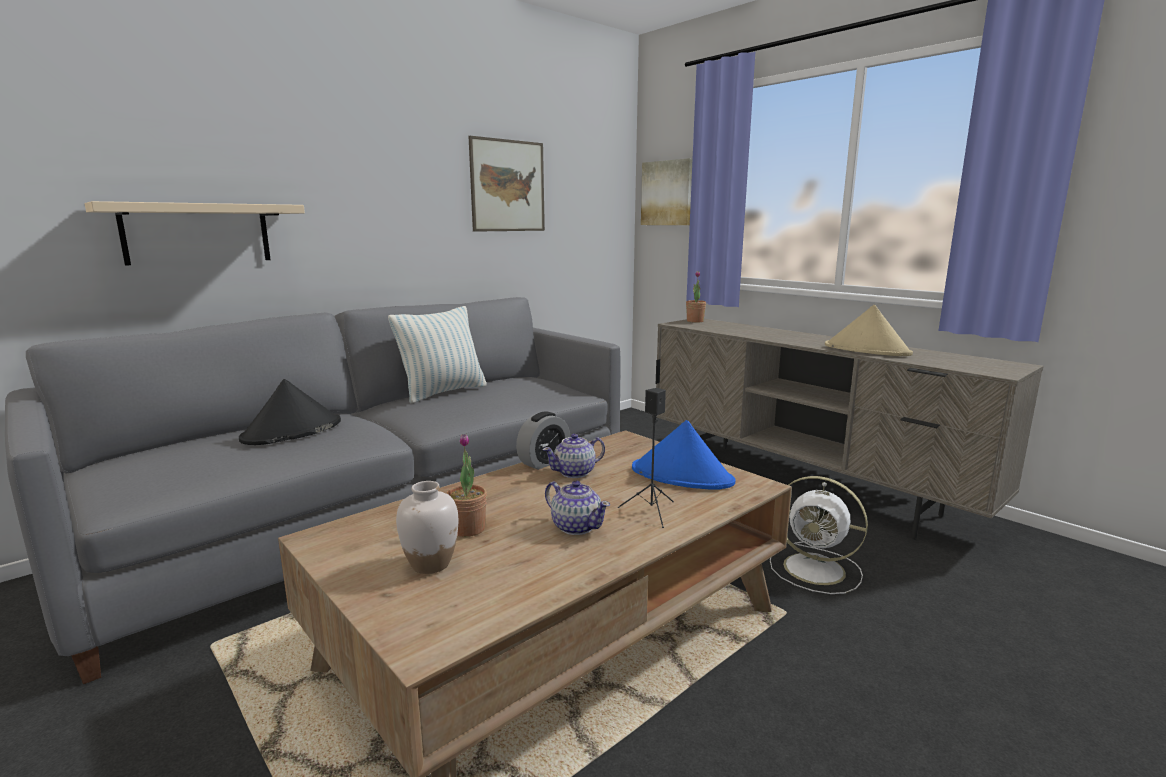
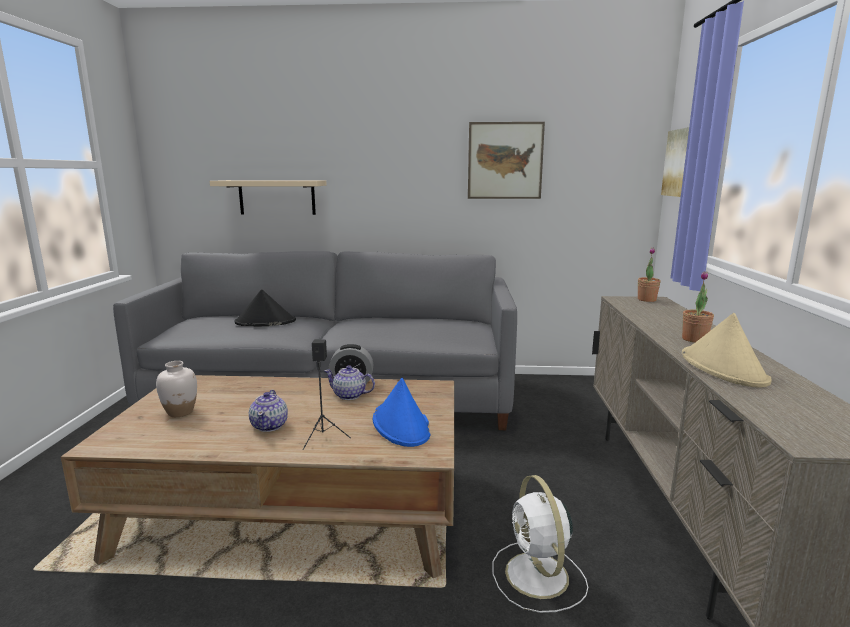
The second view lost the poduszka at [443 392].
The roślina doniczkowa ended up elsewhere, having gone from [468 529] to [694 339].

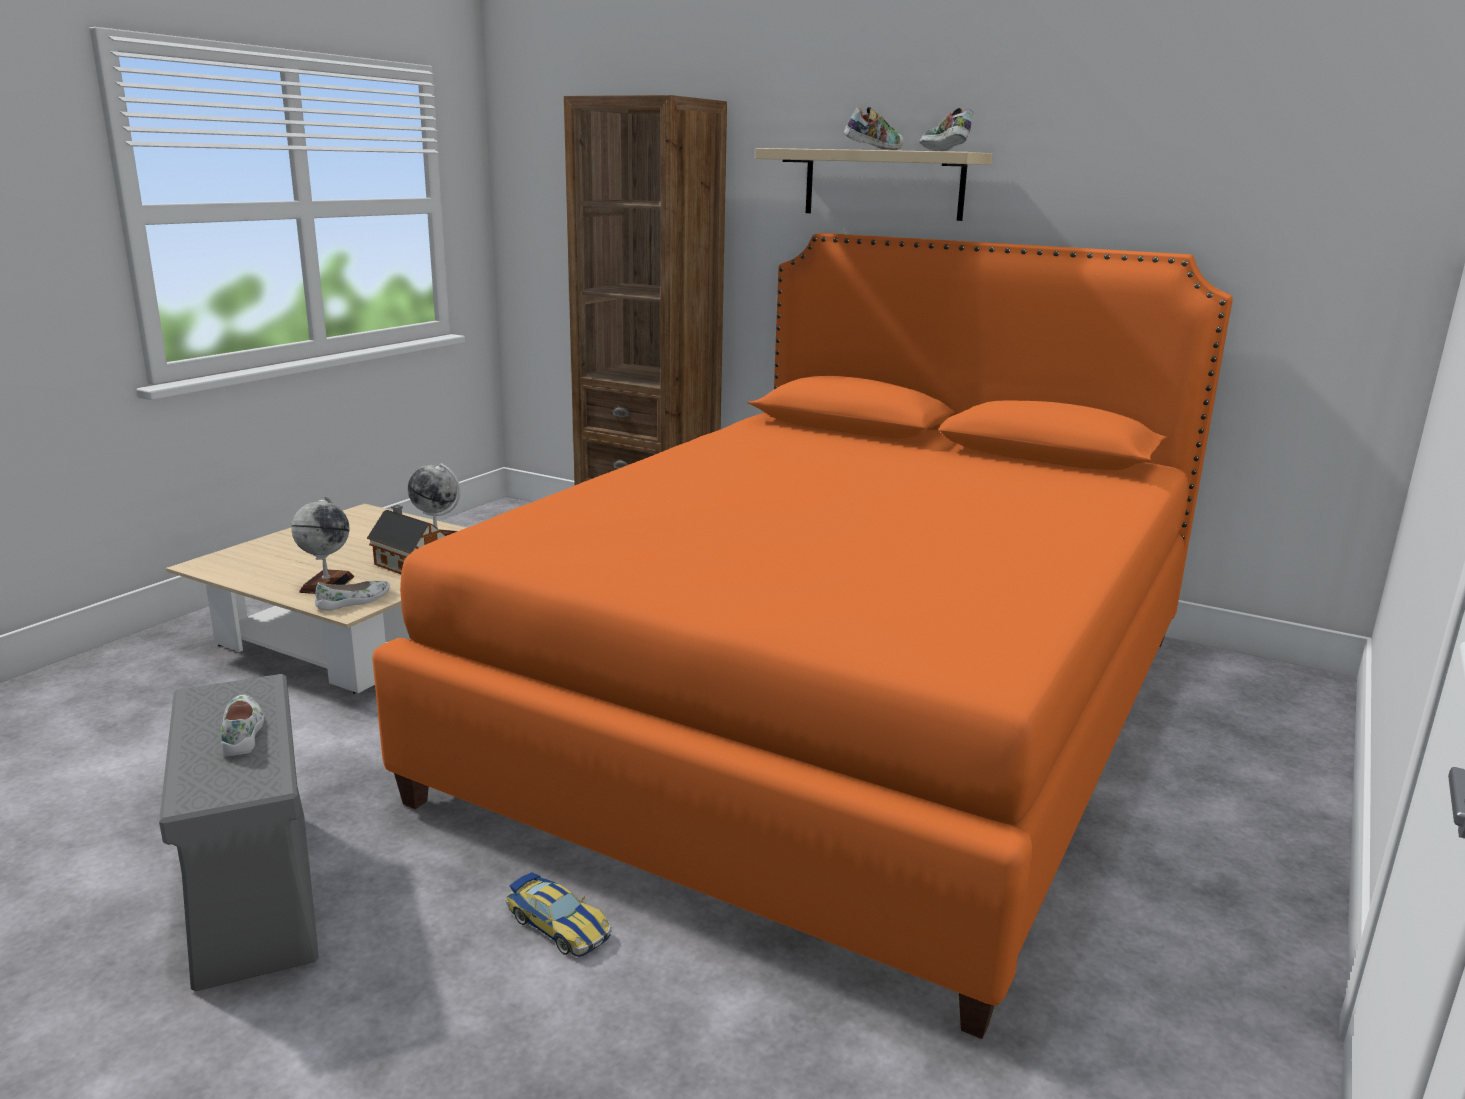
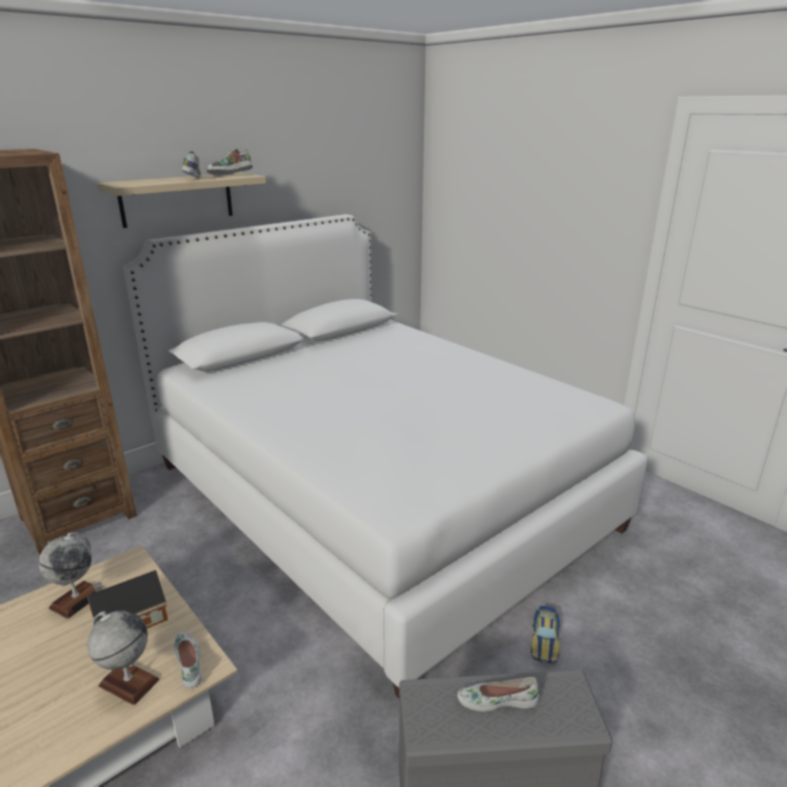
What was the łóżko (pomarańczowy) at [843 710] turned into the łóżko (biały) at [376 496].
The samochodzik at [558 925] ended up facing another way, 135 degrees clockwise from before.

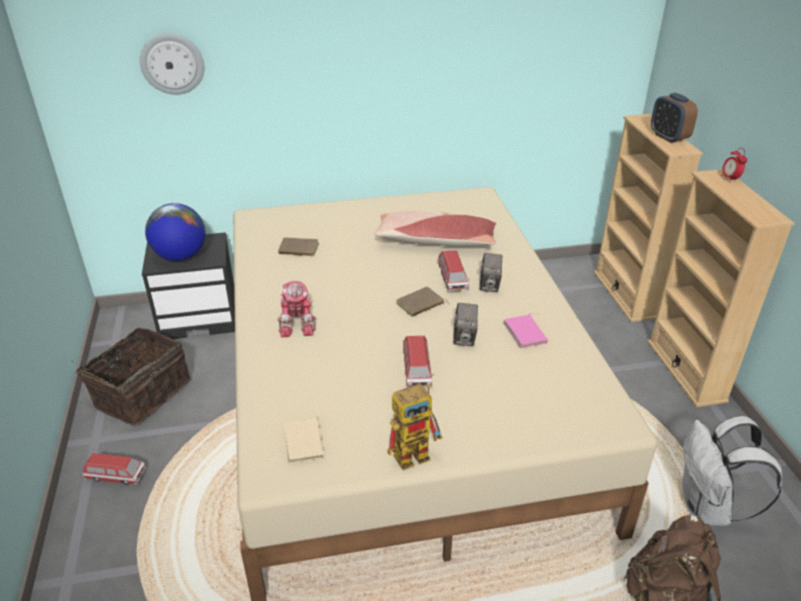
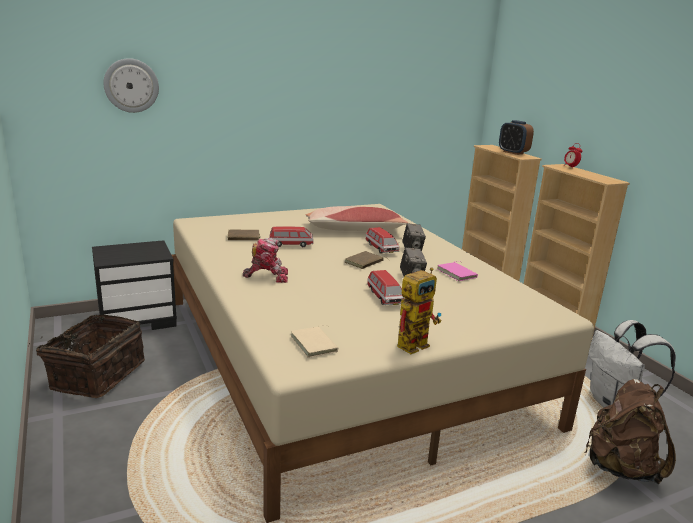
The second view lost the globus at [180 256].
The samochodzik ended up elsewhere, having gone from [116 476] to [291 244].
The robot zabawkowy at [299 322] ended up facing another way, 75 degrees counterclockwise from before.

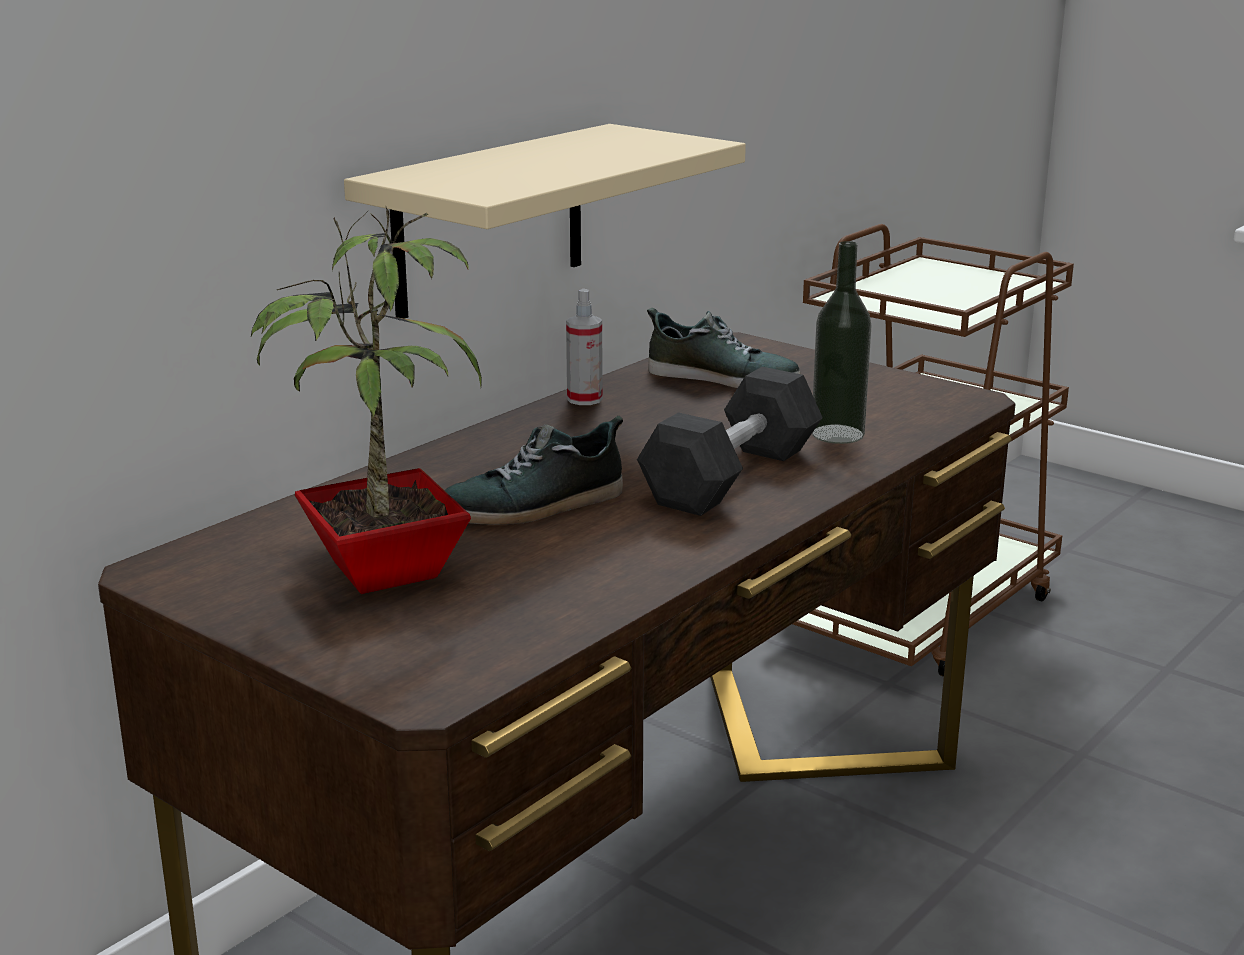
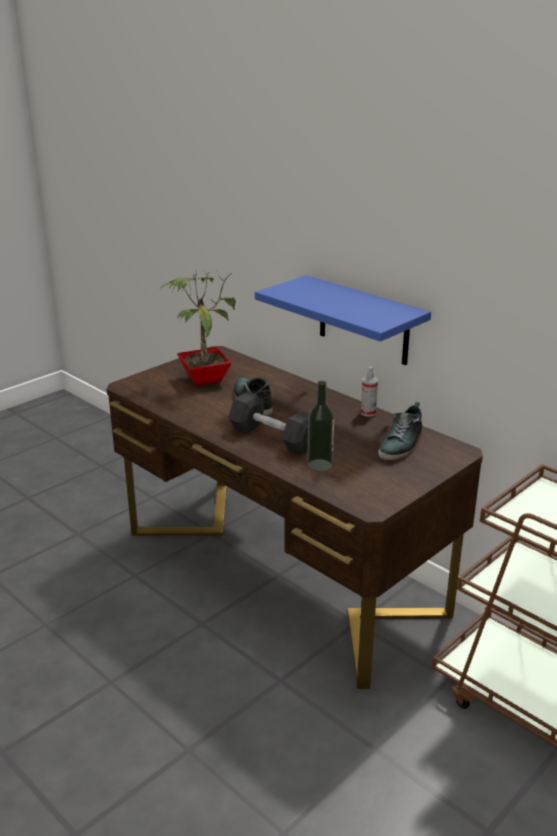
What was the półka (beżowy) at [489 220] turned into the półka (niebieski) at [363 321].

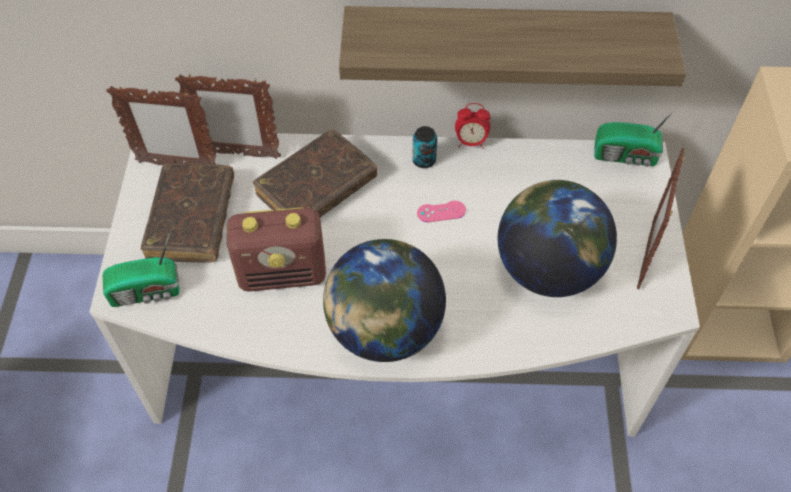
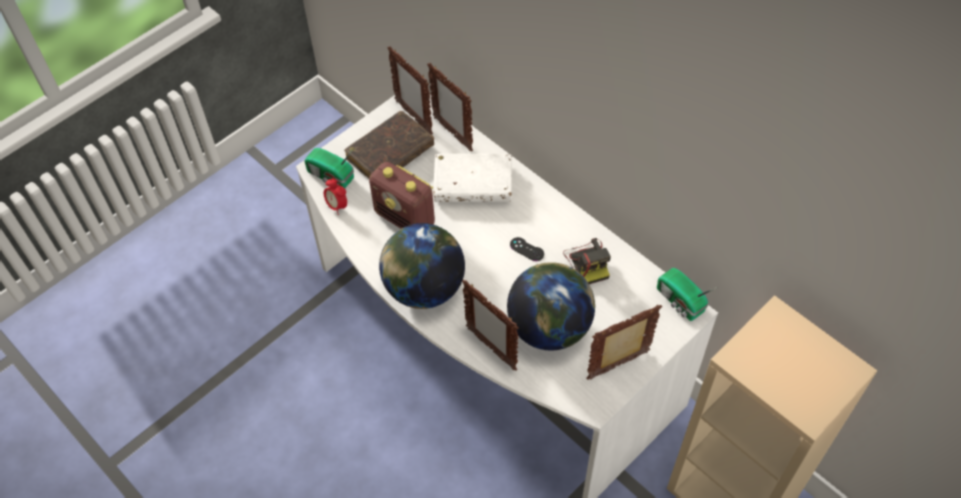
The second view lost the półka at [503 43].
The second view lost the puszka at [424 160].
The second view gained the ramka na zdjęcie at [491 348].
The second view gained the aparat fotograficzny at [587 262].
The budzik ended up elsewhere, having gone from [471 142] to [337 206].
What was the książka (brązowy) at [316 188] turned into the książka (biały) at [473 184].
What was the pad do gier (różowy) at [441 211] turned into the pad do gier (czarny) at [527 249].

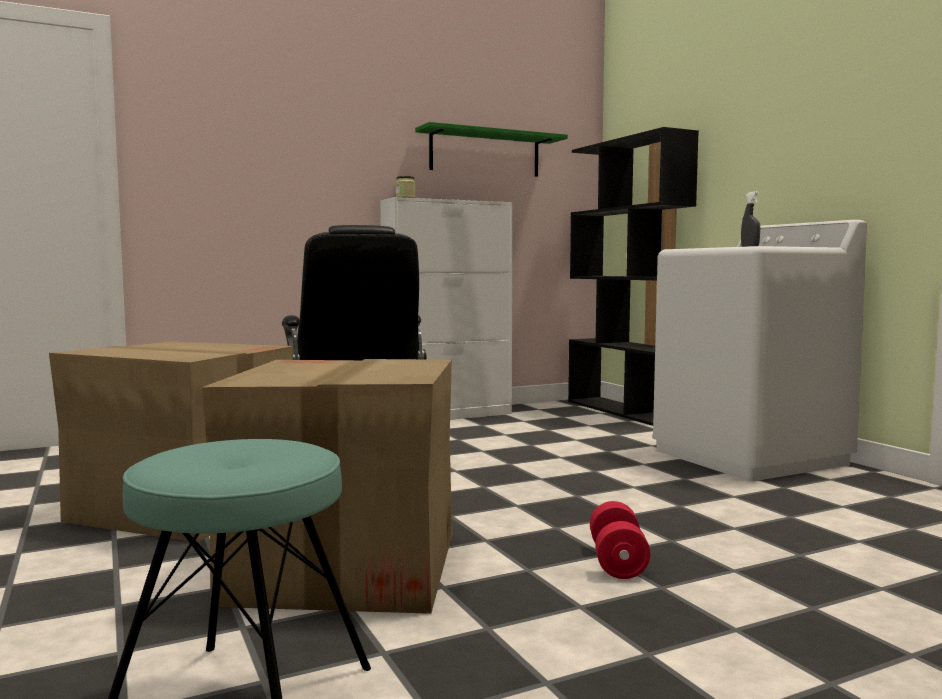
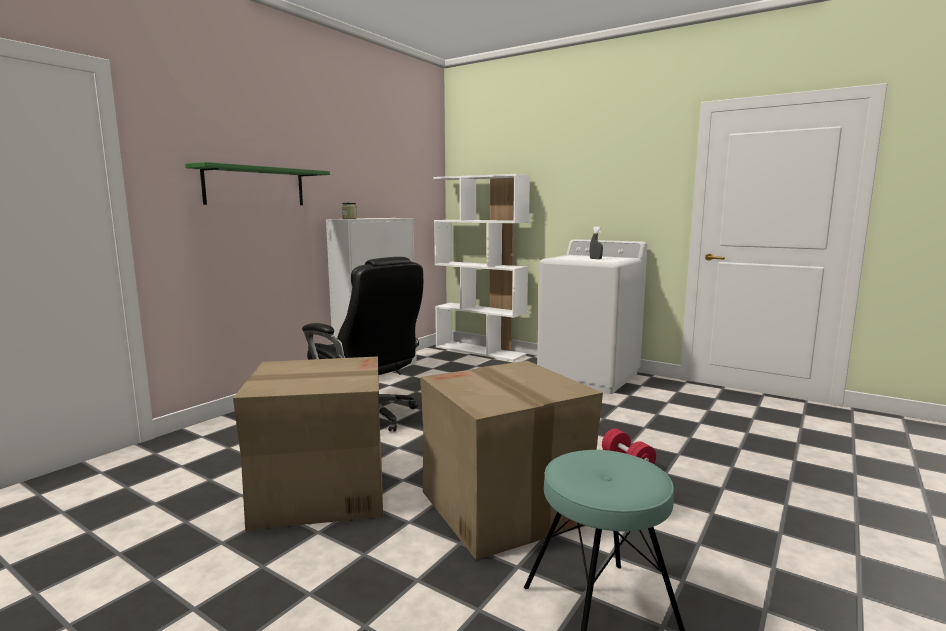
The półka (zielony) ended up elsewhere, having gone from [485 153] to [255 186].
What was the regał (czarny) at [625 411] turned into the regał (biały) at [480 351].

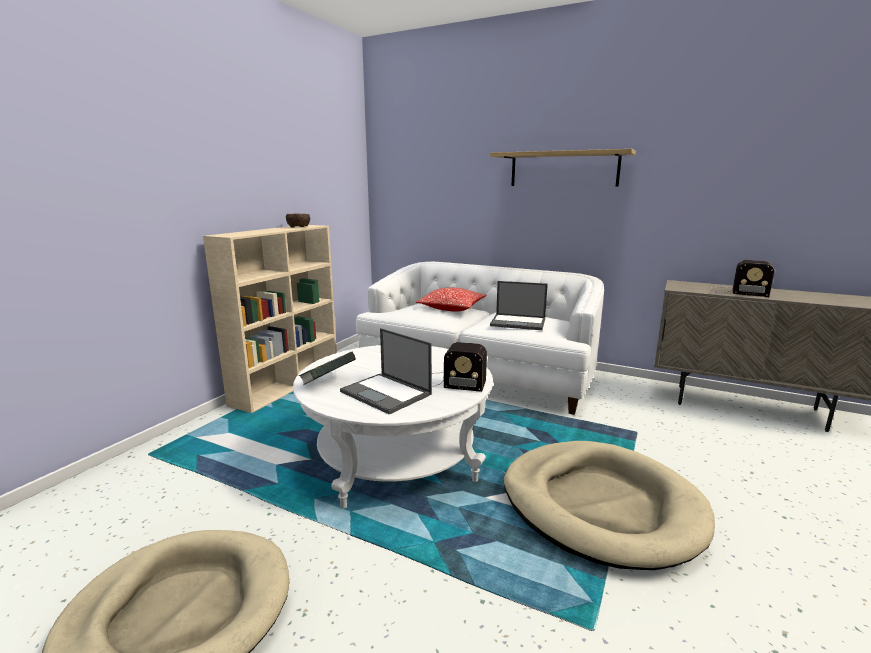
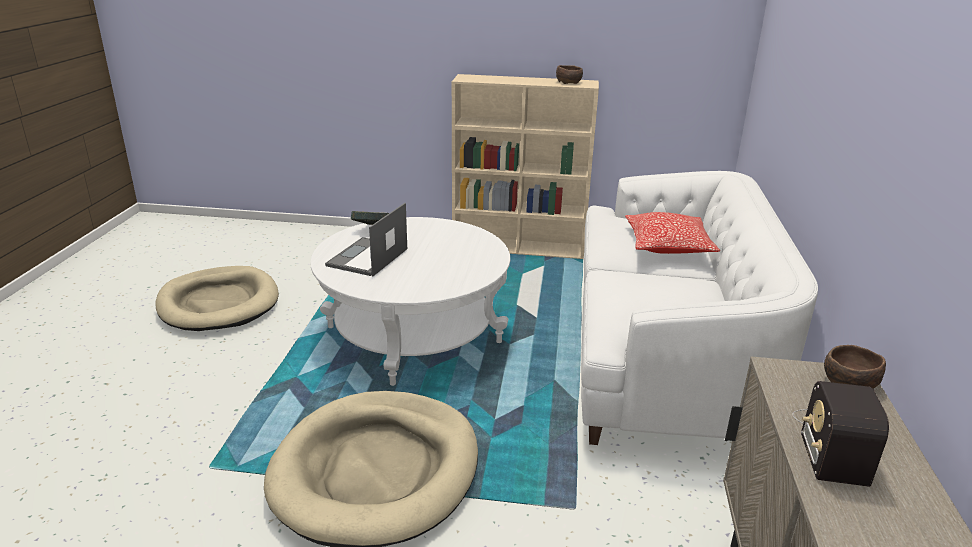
The second view lost the radio at [451 382].
The second view lost the półka at [563 169].
The second view lost the laptop at [519 322].
The second view gained the miska (brązowy) at [848 381].

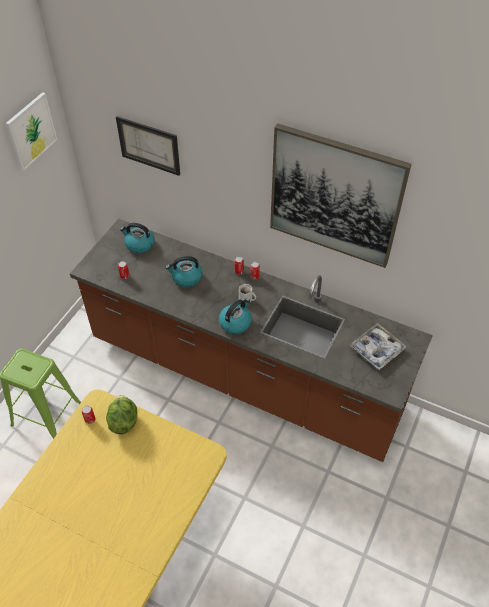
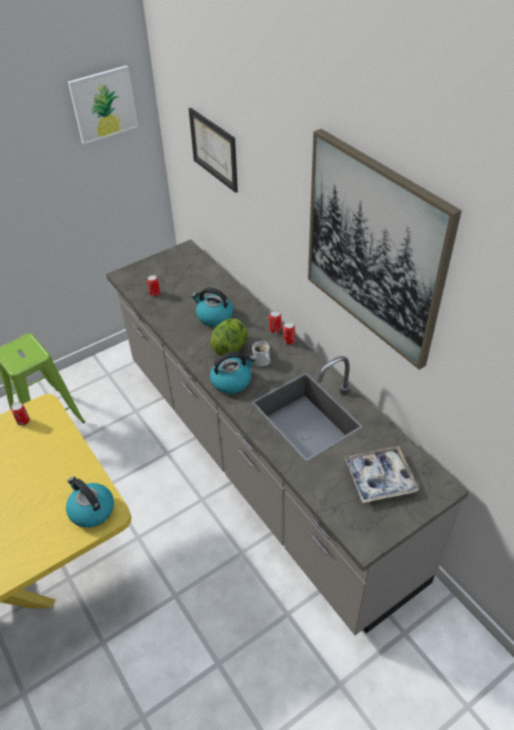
The sałata ended up elsewhere, having gone from [123 421] to [230 348].
The czajnik ended up elsewhere, having gone from [139 244] to [91 510].
What was the zabudowa kuchenna (brązowy) at [244 376] turned into the zabudowa kuchenna (szary) at [260 462].

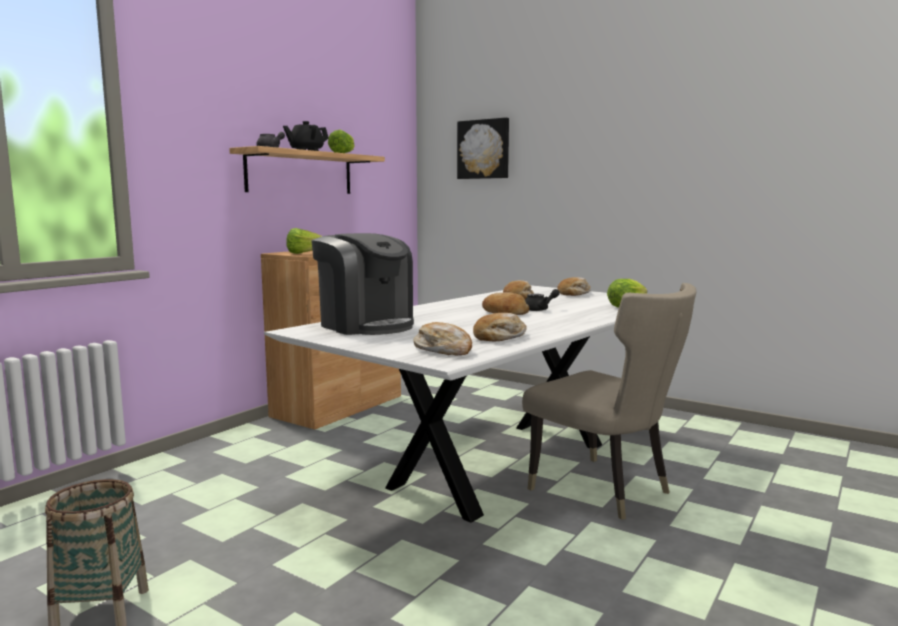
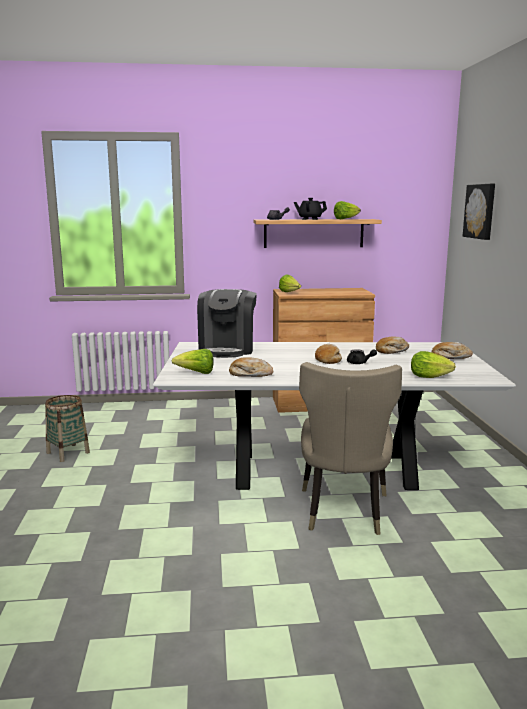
Where the chleb stood at [443 350], the sałata came to stand at [196 373].

